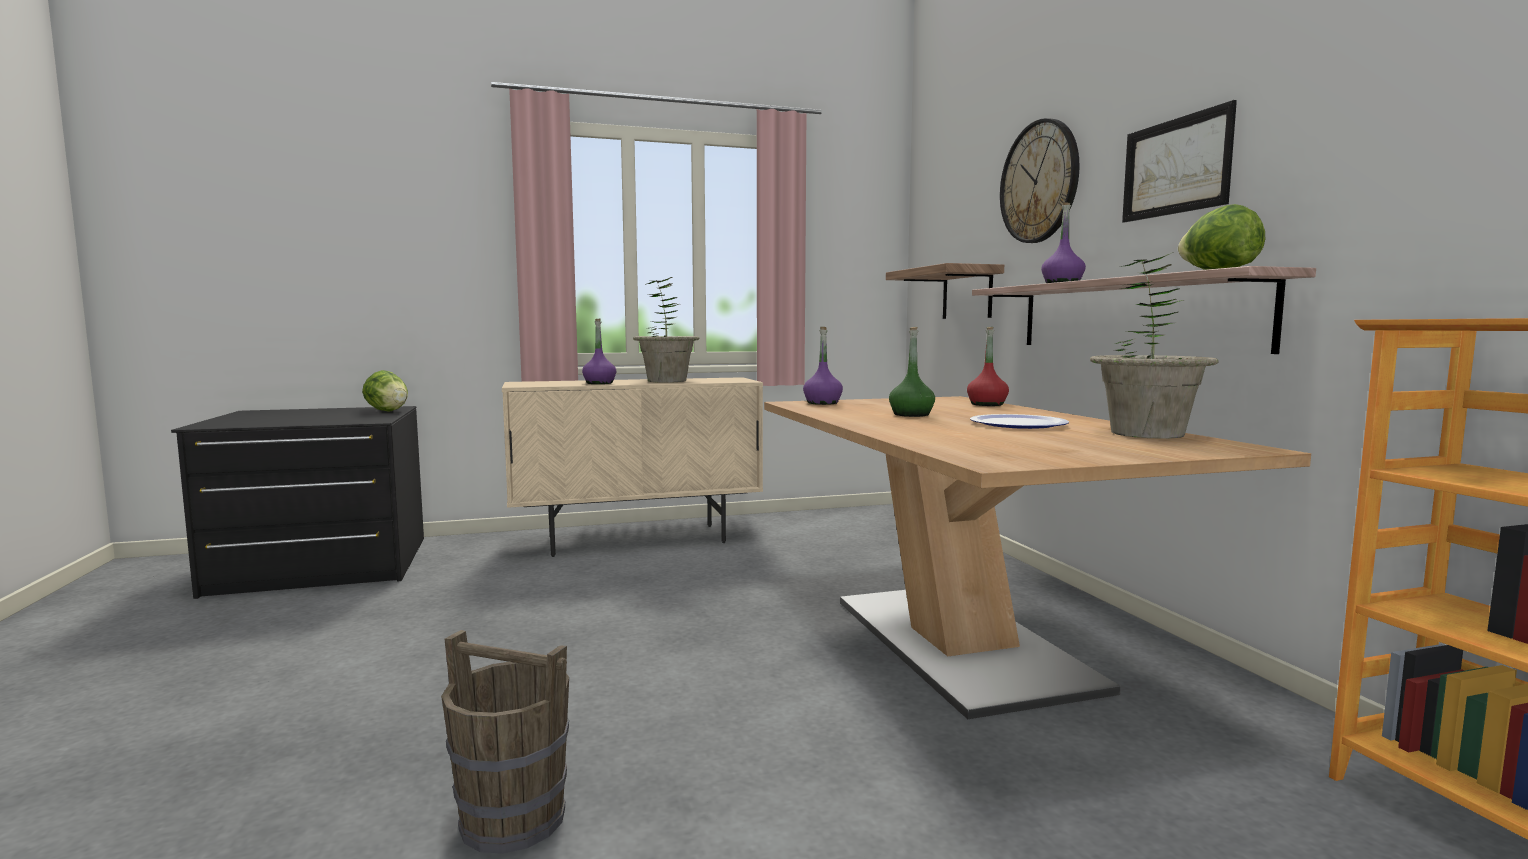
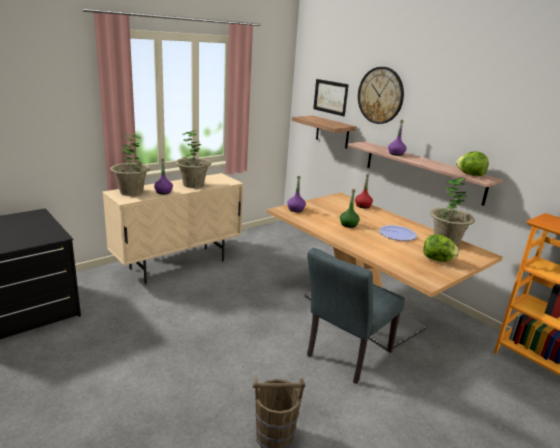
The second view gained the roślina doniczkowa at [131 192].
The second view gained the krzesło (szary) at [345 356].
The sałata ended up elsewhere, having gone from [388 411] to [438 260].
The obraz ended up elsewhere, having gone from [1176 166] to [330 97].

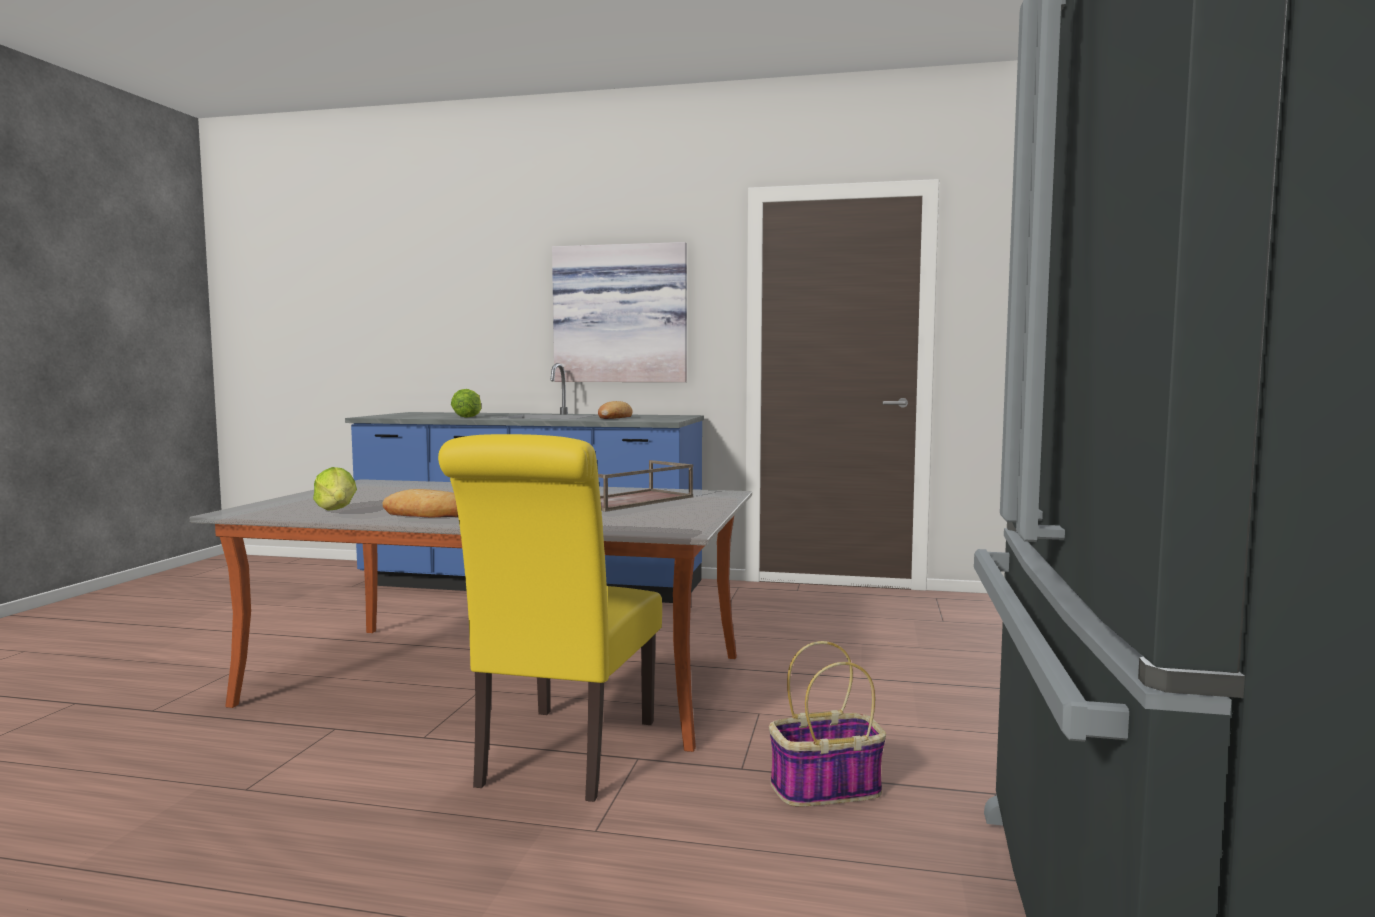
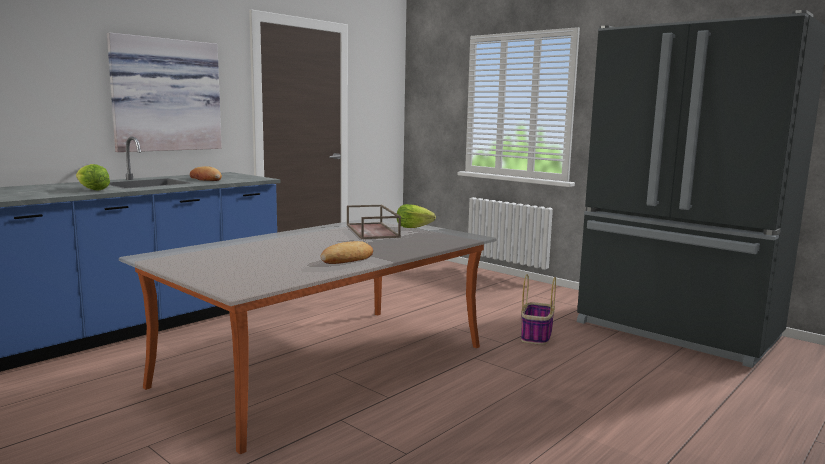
The second view lost the krzesło (żółty) at [562 757].
The sałata ended up elsewhere, having gone from [337 510] to [413 227].

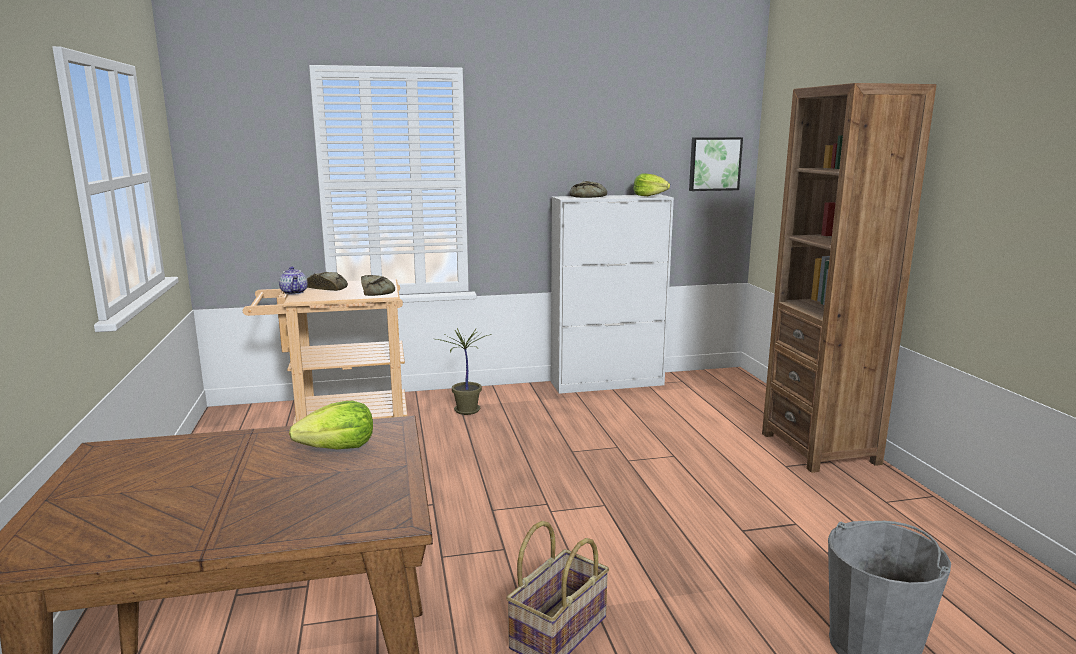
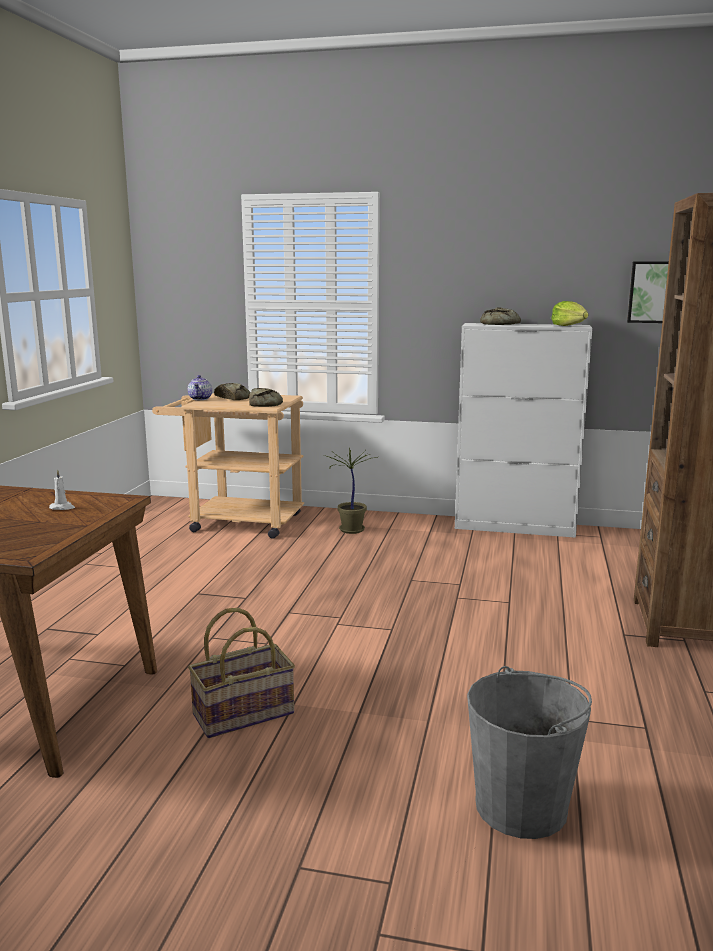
Where the sałata stood at [338 448], the świeca (biały) came to stand at [62 507].

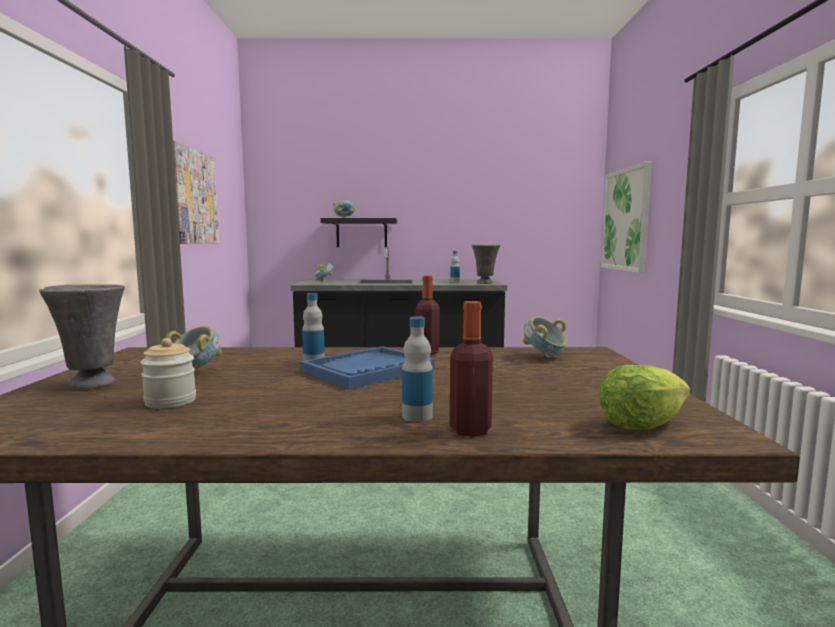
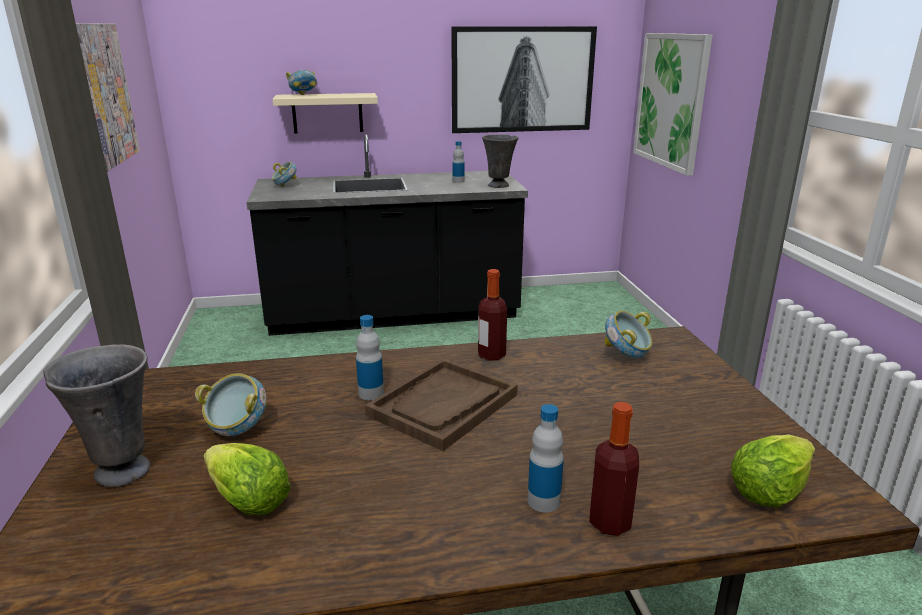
The second view gained the obraz at [522 80].
Where the słoik stood at [170 401], the sałata came to stand at [248 501].
What was the taca (niebieski) at [368 370] turned into the taca (brązowy) at [443 405].
What was the półka (czarny) at [361 233] turned into the półka (beżowy) at [327 113].

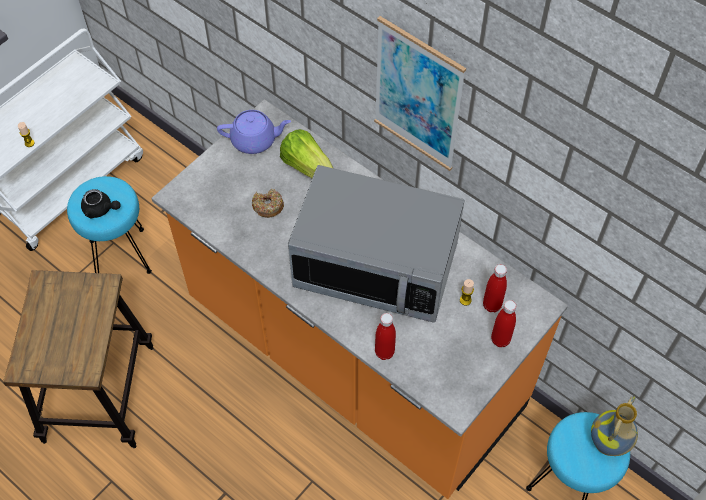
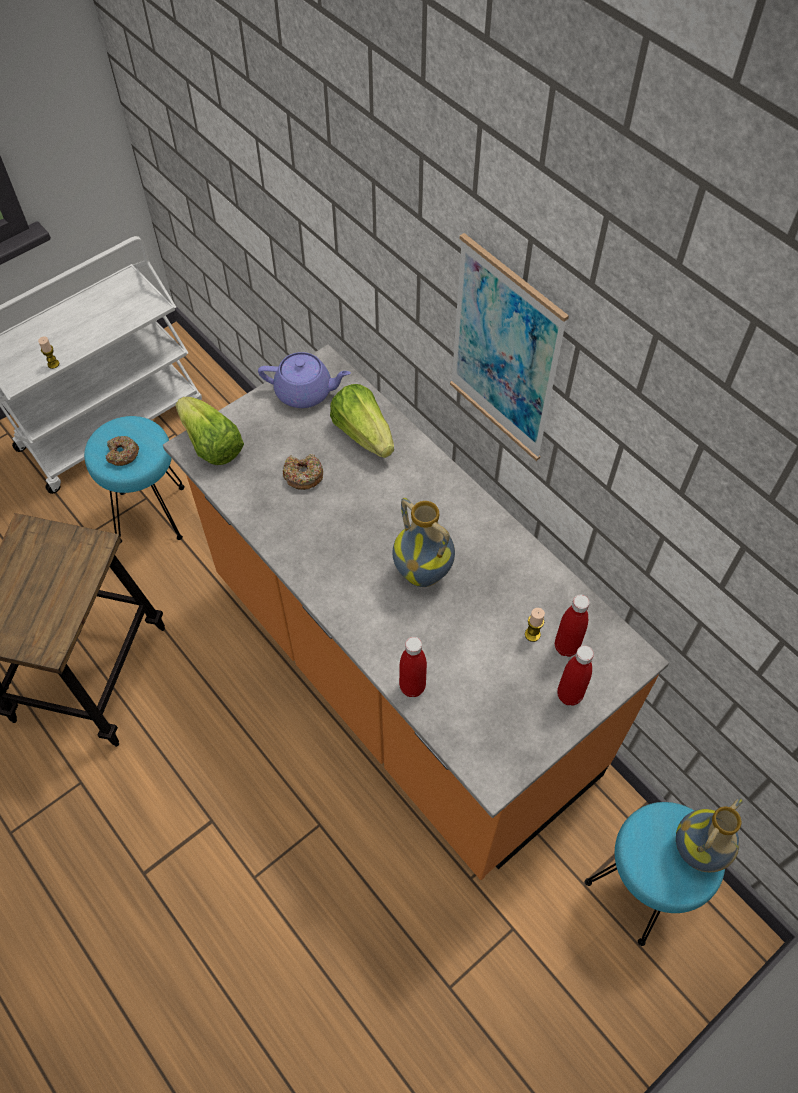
The second view gained the sałata at [211 445].
Where the imbryk (czarny) stood at [100 209], the donut came to stand at [123 454].
Where the mikrofalówka stood at [376 266], the wazon came to stand at [424 572].

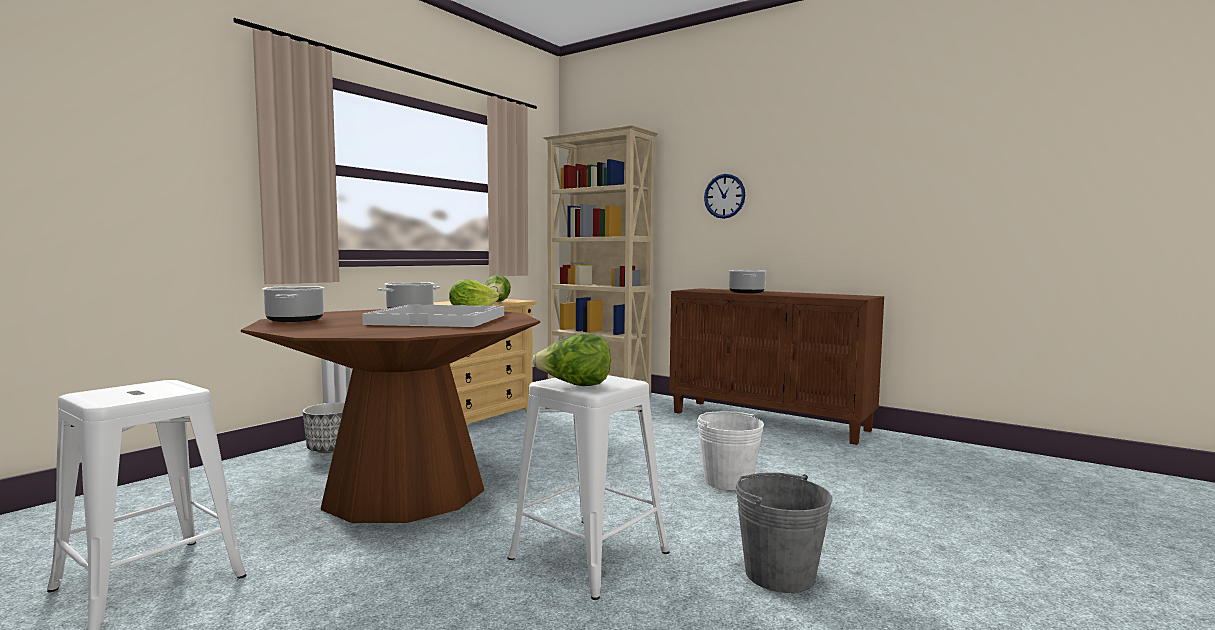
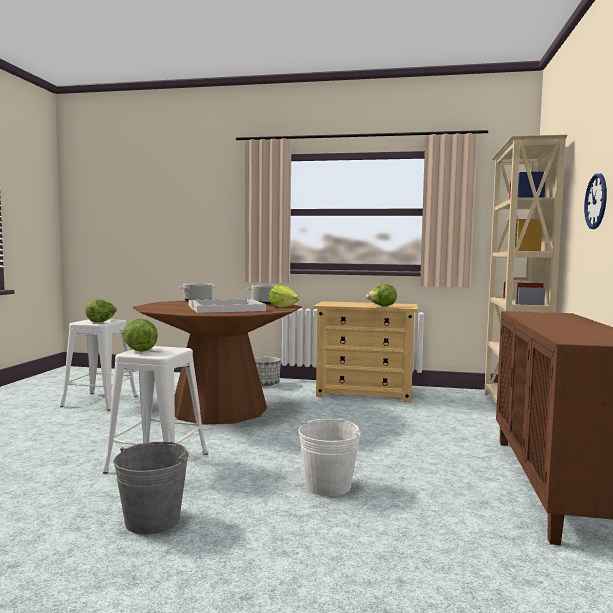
The second view lost the garnek at [746 292].
The second view gained the sałata at [102 322].

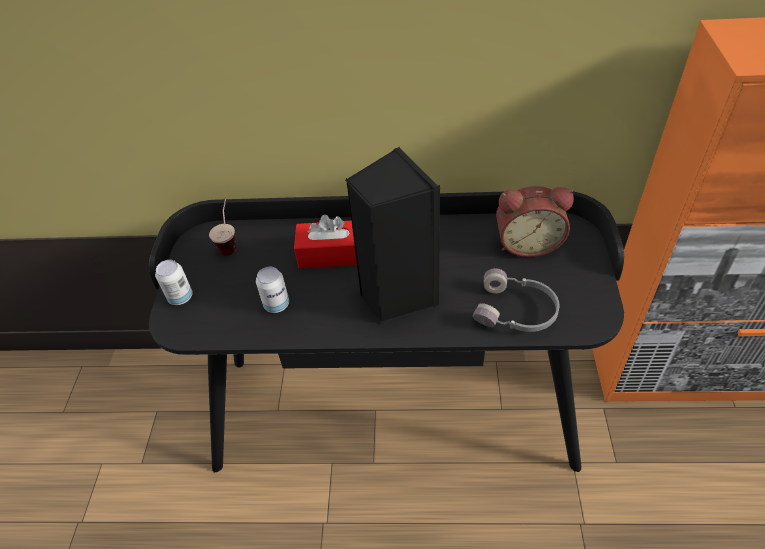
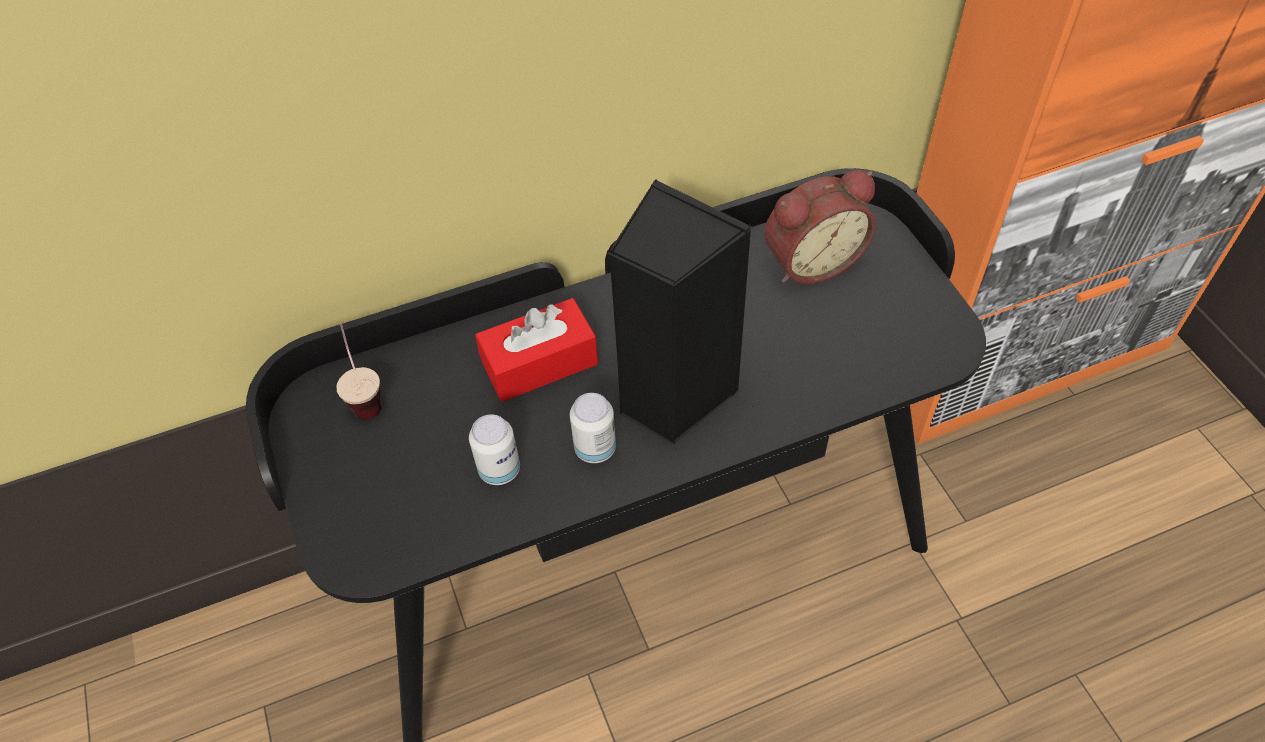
The second view lost the słuchawki (szary) at [516 311].
The puszka ended up elsewhere, having gone from [180 297] to [595 448].

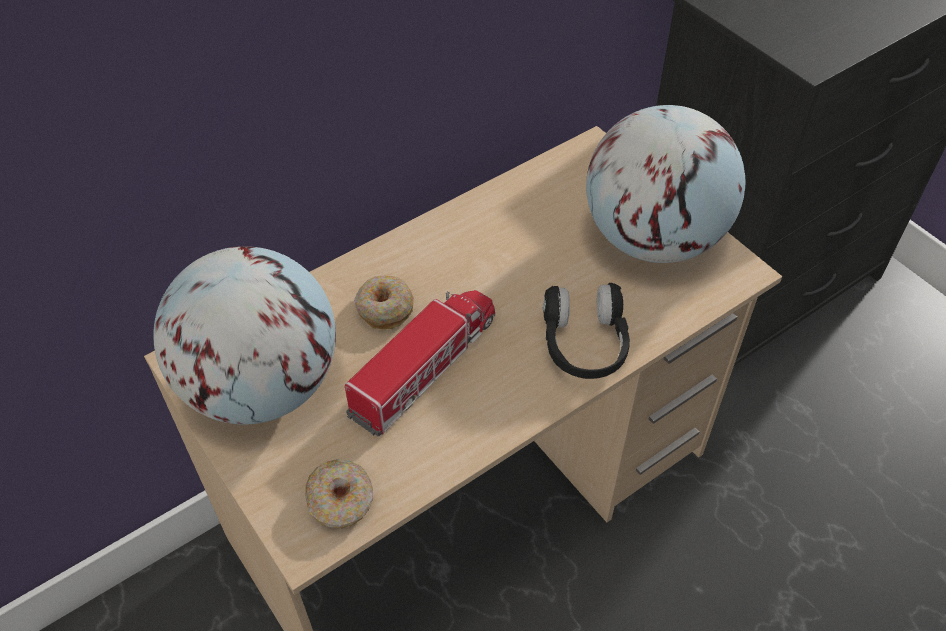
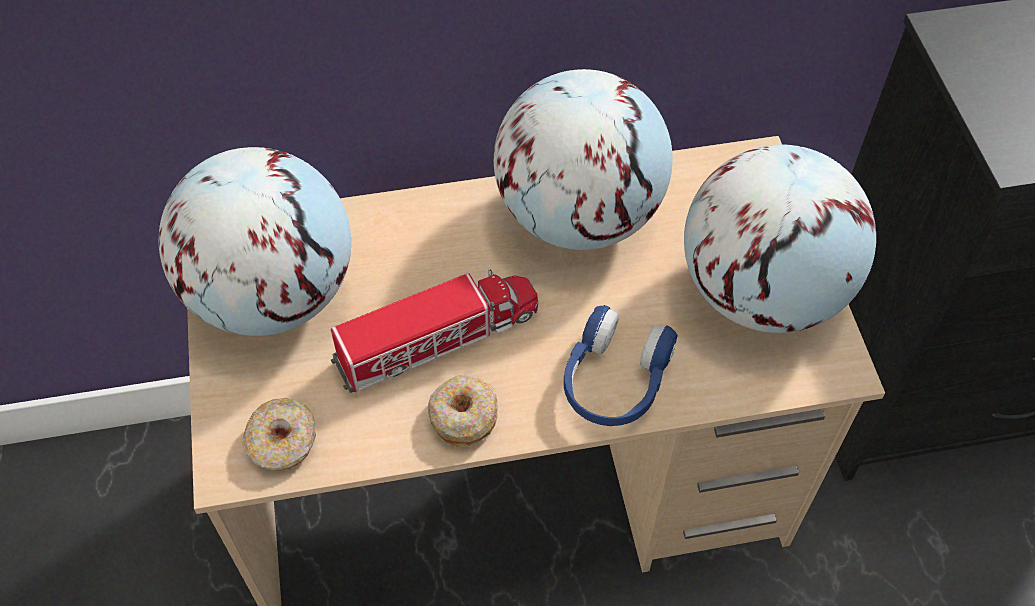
The second view gained the globus at [578 216].
The donut ended up elsewhere, having gone from [384 309] to [463 416].
What was the słuchawki (czarny) at [584 344] turned into the słuchawki (niebieski) at [614 381].

